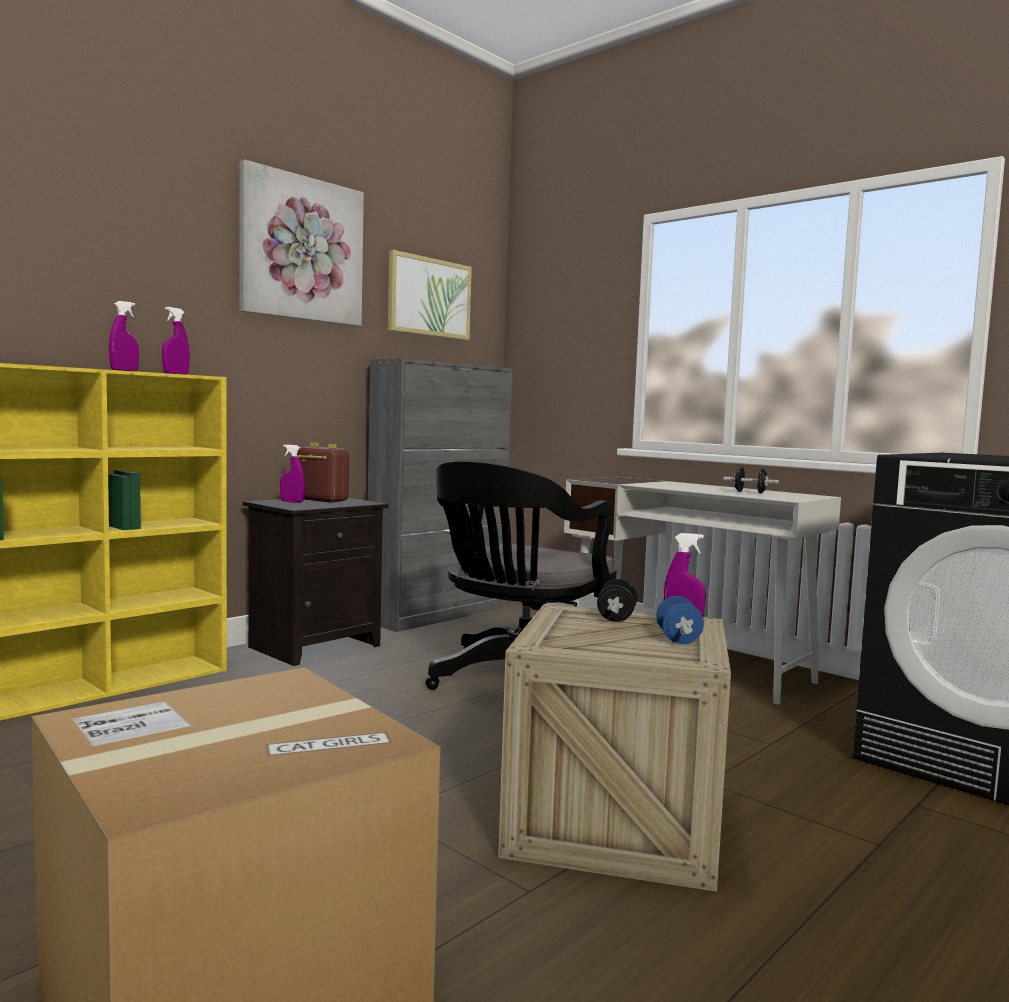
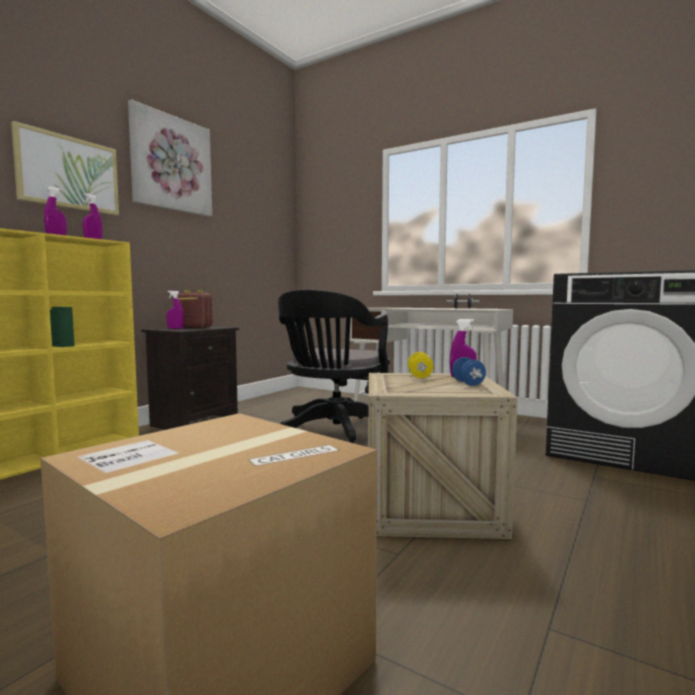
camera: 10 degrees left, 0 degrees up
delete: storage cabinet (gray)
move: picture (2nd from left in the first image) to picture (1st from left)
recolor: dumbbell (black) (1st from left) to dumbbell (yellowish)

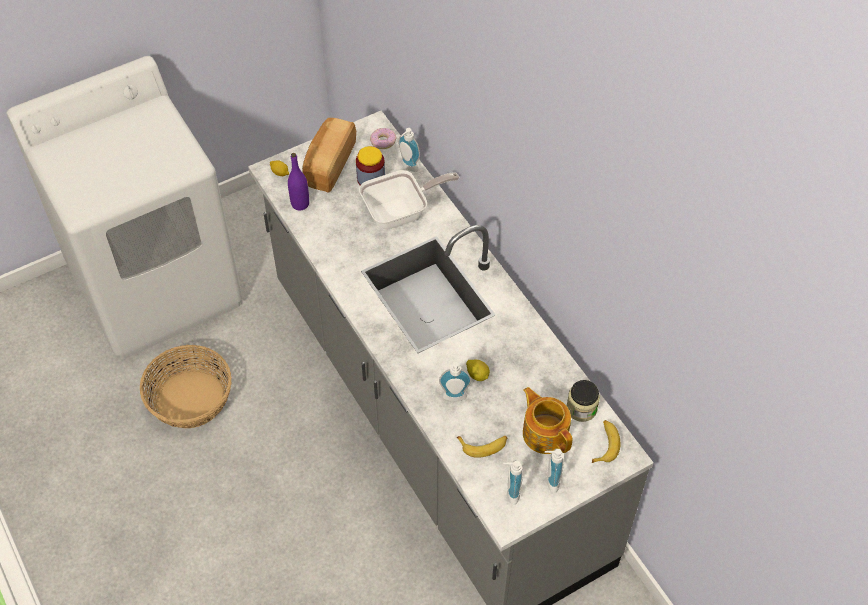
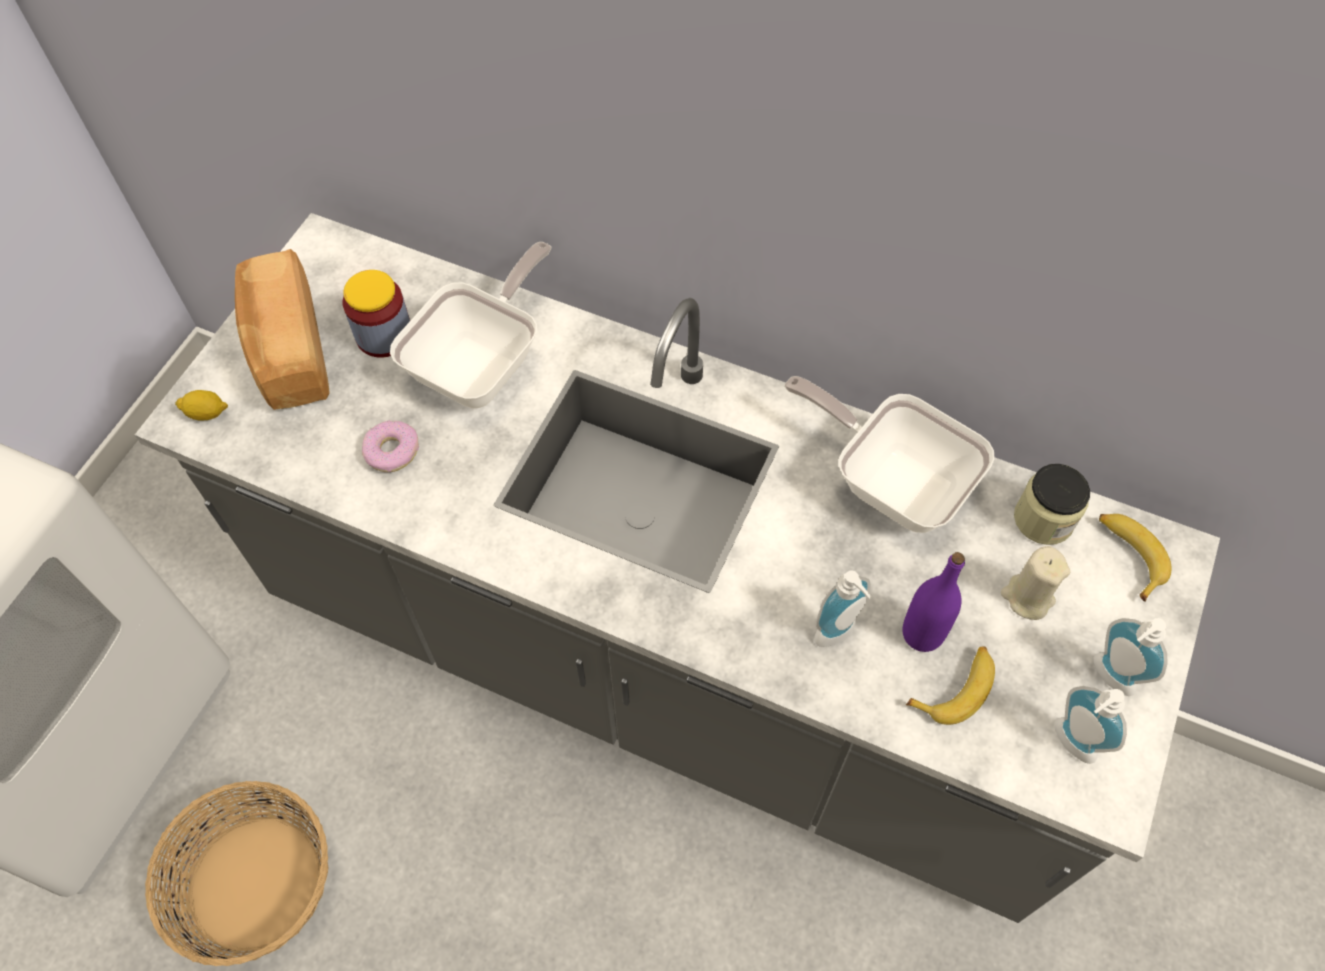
camera: 35 degrees left, 5 degrees up
delete: soap dispenser (1st from left); lemon (2nd from left)
insert: skillet (2nd from left)
move: donut; beverage bottle (purplish)
replace: pot for tea to candle (sand-coloured)

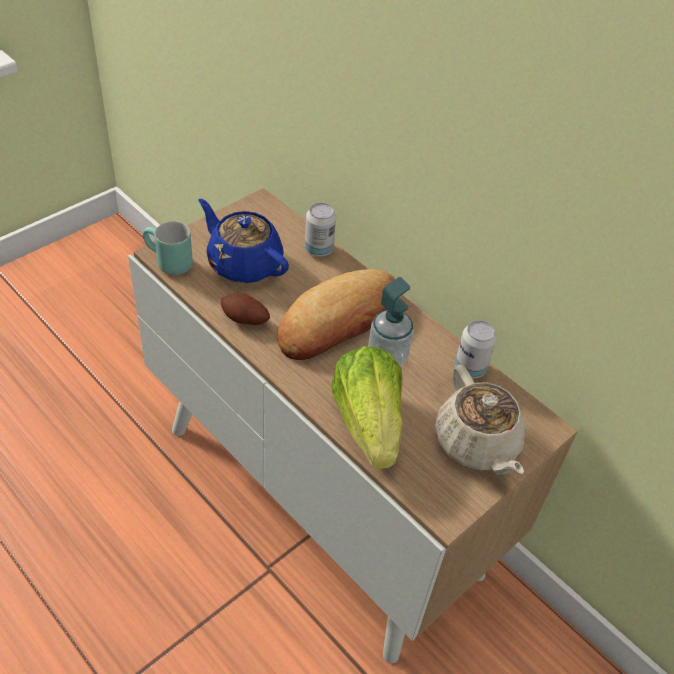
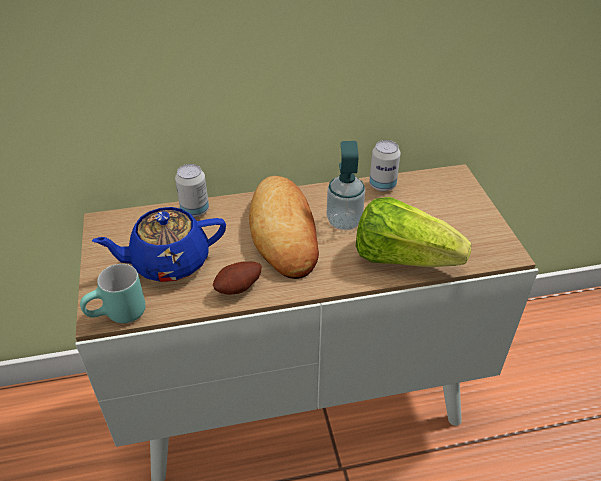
camera: 55 degrees left, 5 degrees down
delete: pot for tea (sand-coloured)

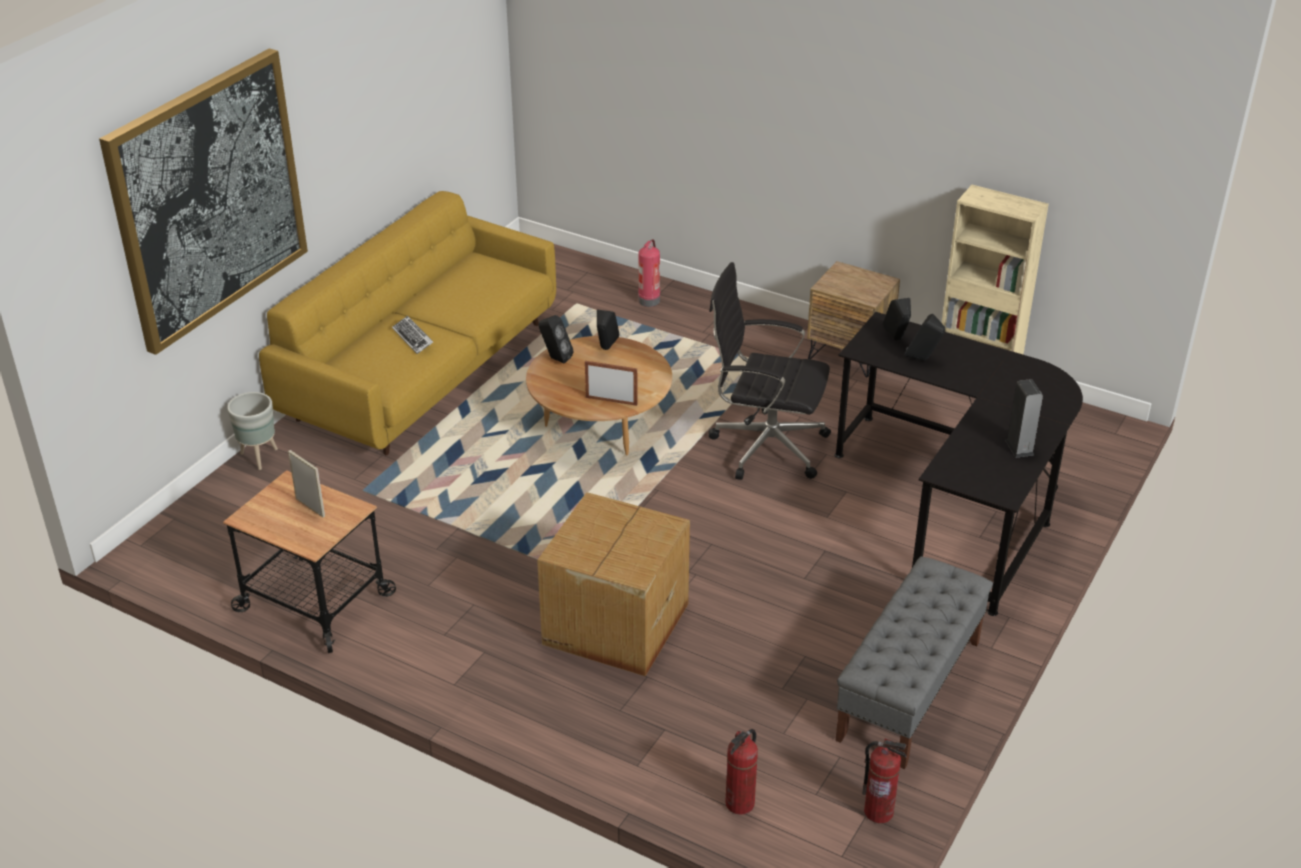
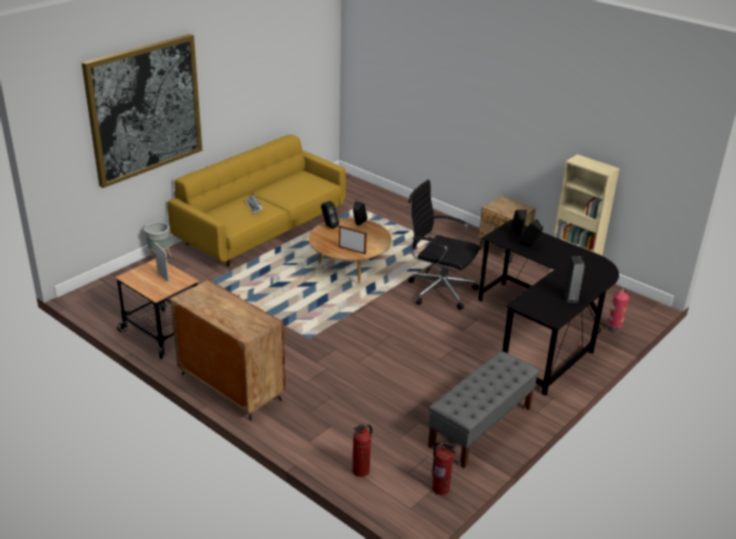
camera: 10 degrees right, 5 degrees down
delete: cardboard box
insert: storage cabinet (brown-coloured)
move: fire-fighting cylinder (1st from left in the first image) to fire-fighting cylinder (3rd from left)

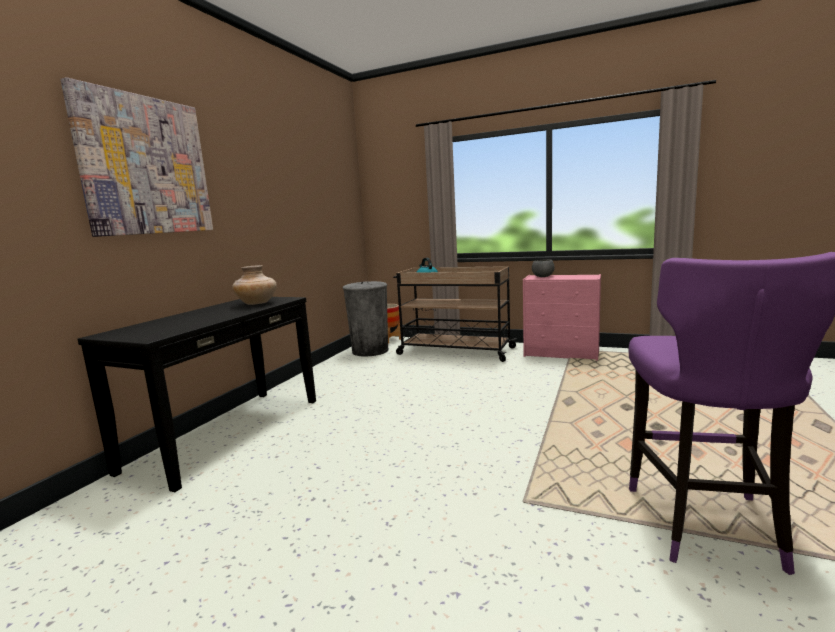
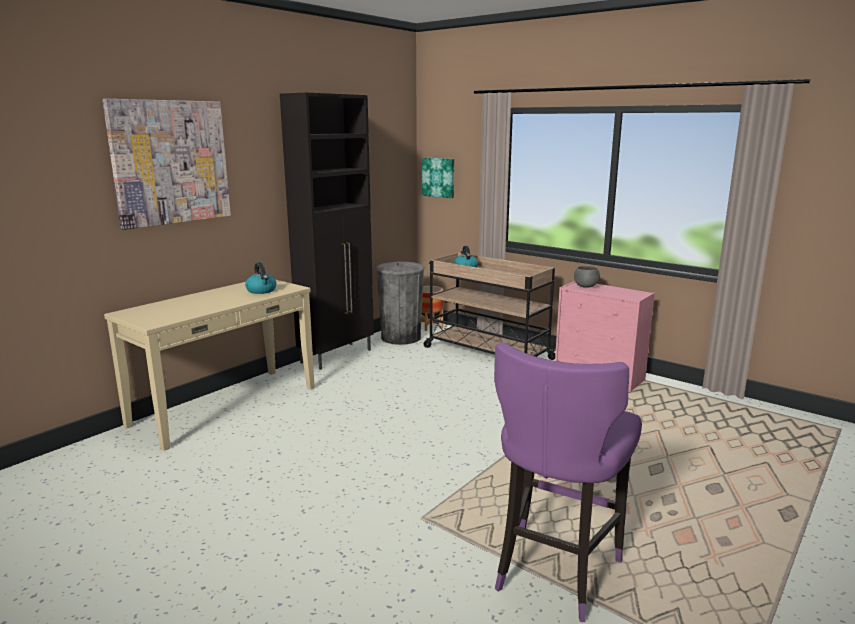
camera: 15 degrees right, 5 degrees up
insert: storage cabinet (black); picture (2nd from left)
replace: decorative vase (sand-coloured) to tea kettle (1st from left)
recolor: hall table (black) to hall table (sand-coloured)

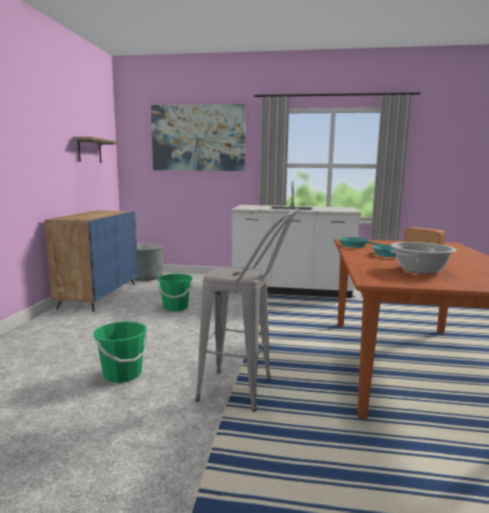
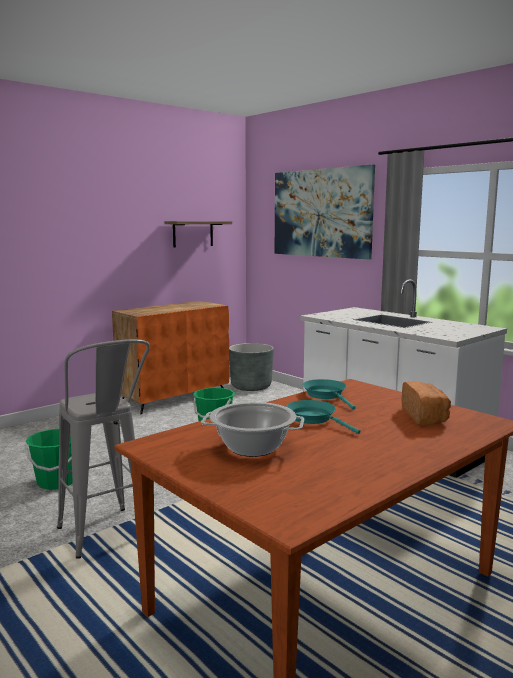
camera: 40 degrees right, 0 degrees up
recolor: storage cabinet (blue-coloured) to storage cabinet (orange-coloured)

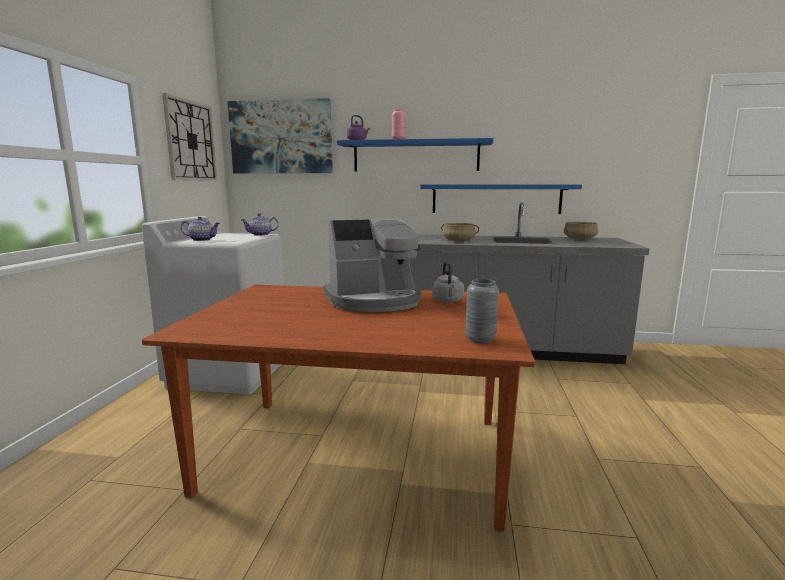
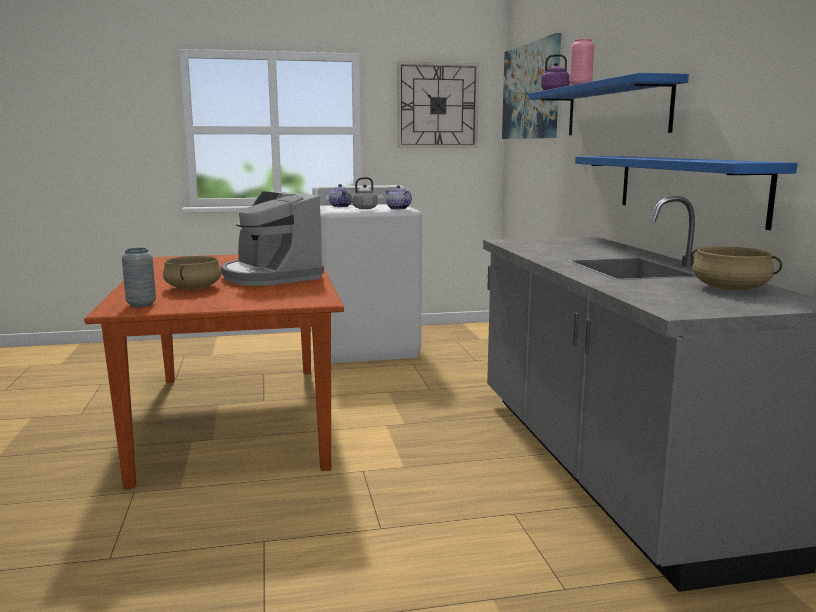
camera: 70 degrees right, 0 degrees up
move: cooking pot (sand-coloured) (1st from left); tea kettle (gray)

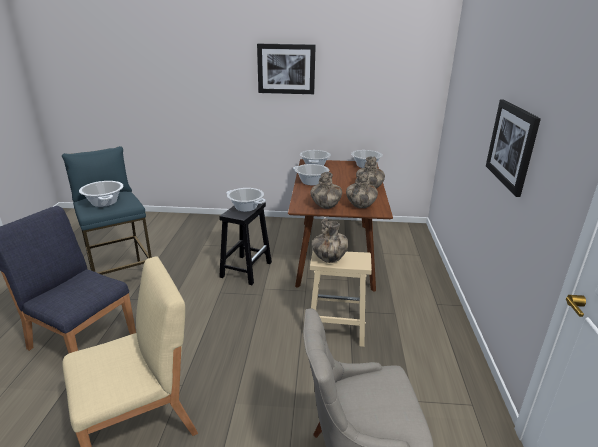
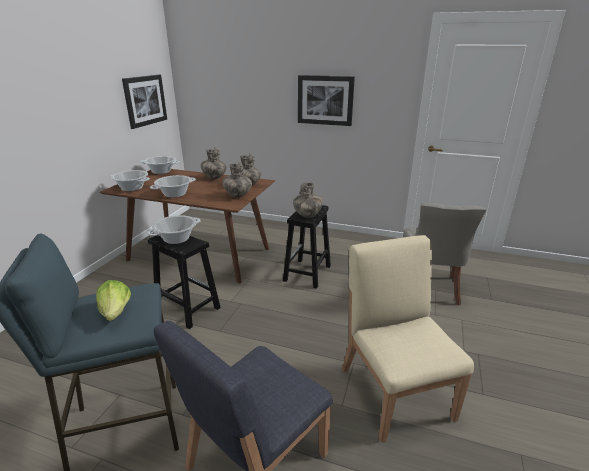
camera: 75 degrees left, 0 degrees up
move: picture (1st from left)
replace: cooking pot (1st from left) to head of lettuce
recolor: stool (sand-coloured) to stool (black) (2nd from left)

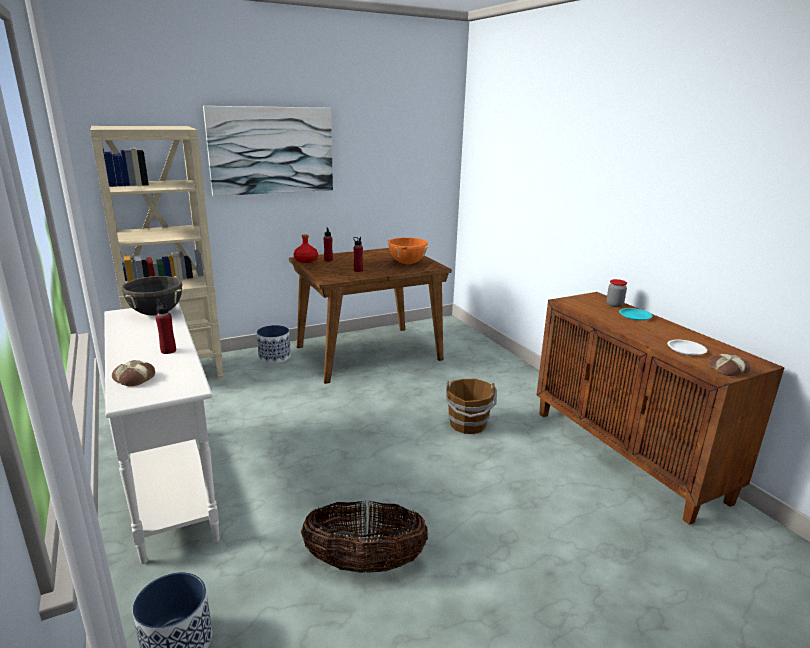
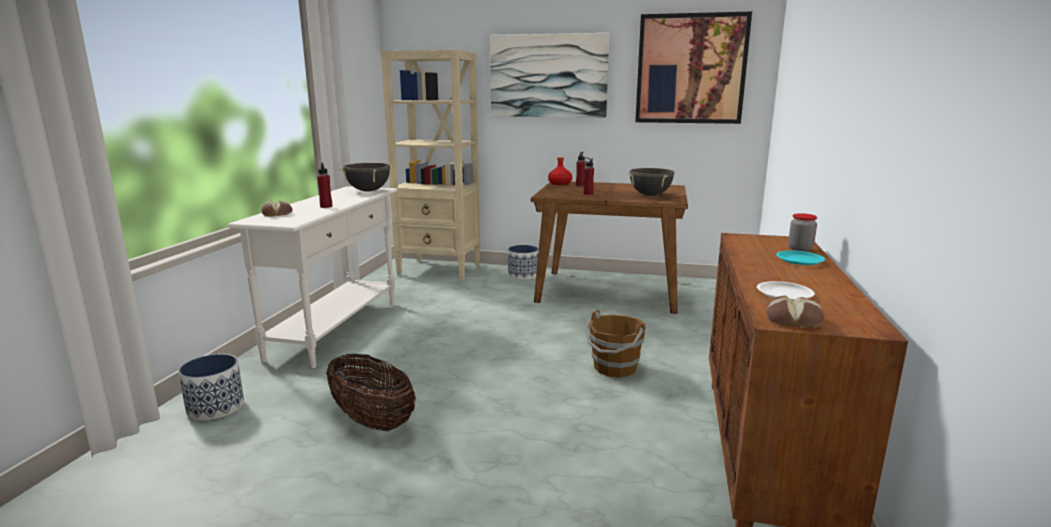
camera: 40 degrees right, 5 degrees down
insert: picture (2nd from left)
recolor: cooking pot (orange-coloured) to cooking pot (black) (2nd from left)

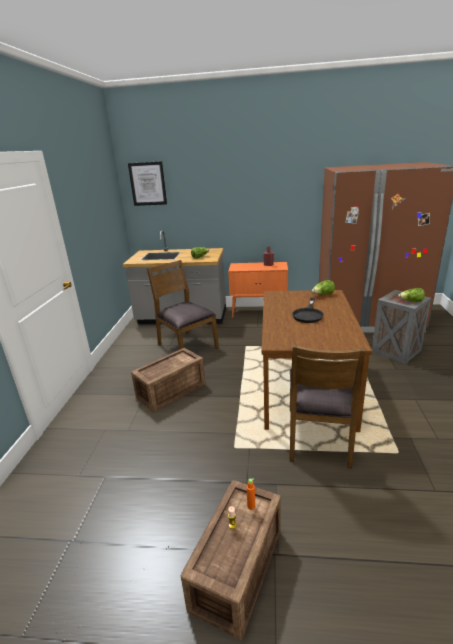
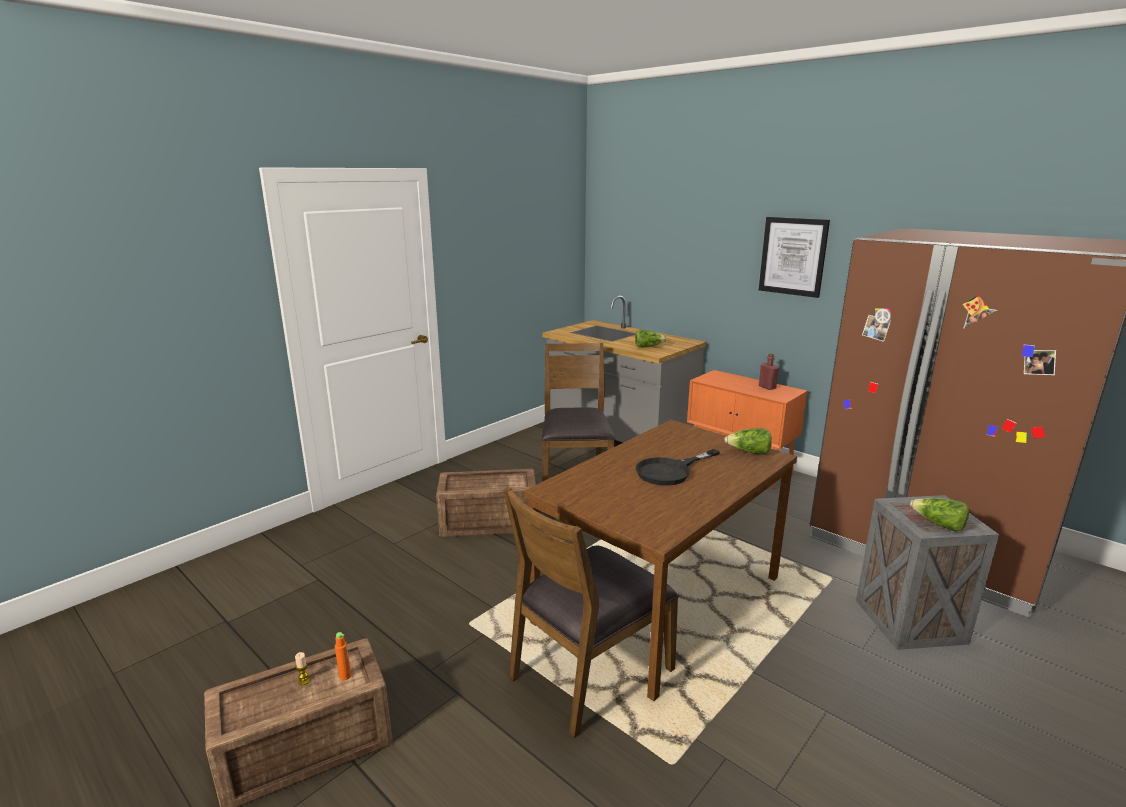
camera: 35 degrees right, 5 degrees down
move: picture

